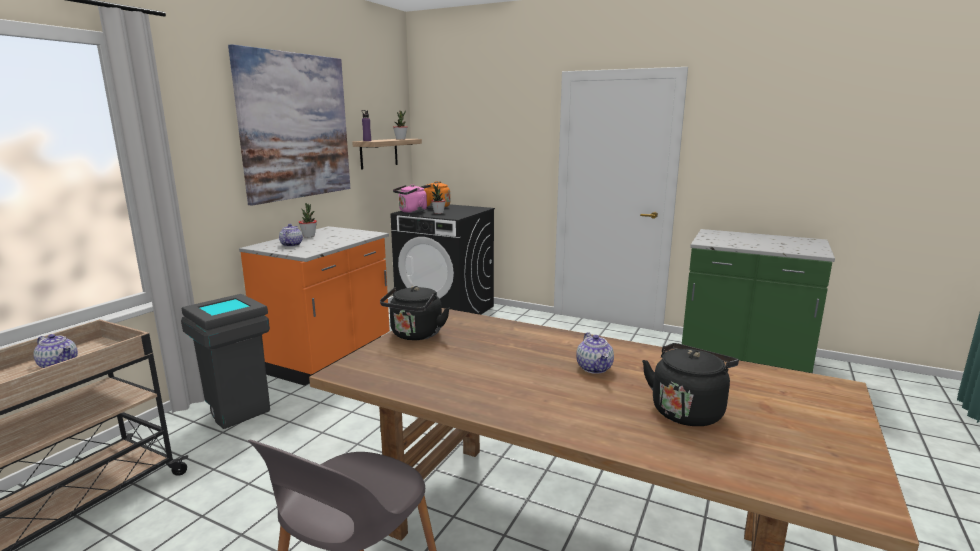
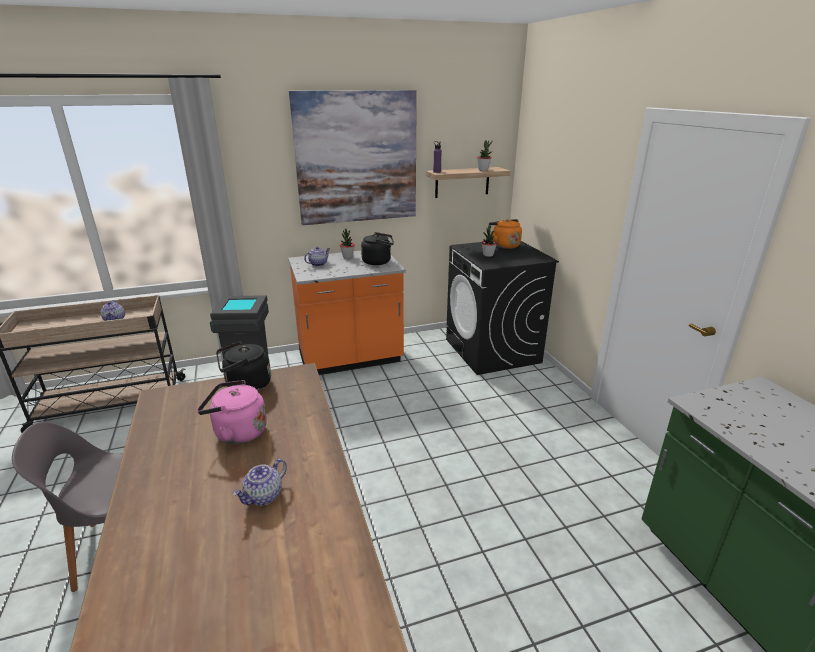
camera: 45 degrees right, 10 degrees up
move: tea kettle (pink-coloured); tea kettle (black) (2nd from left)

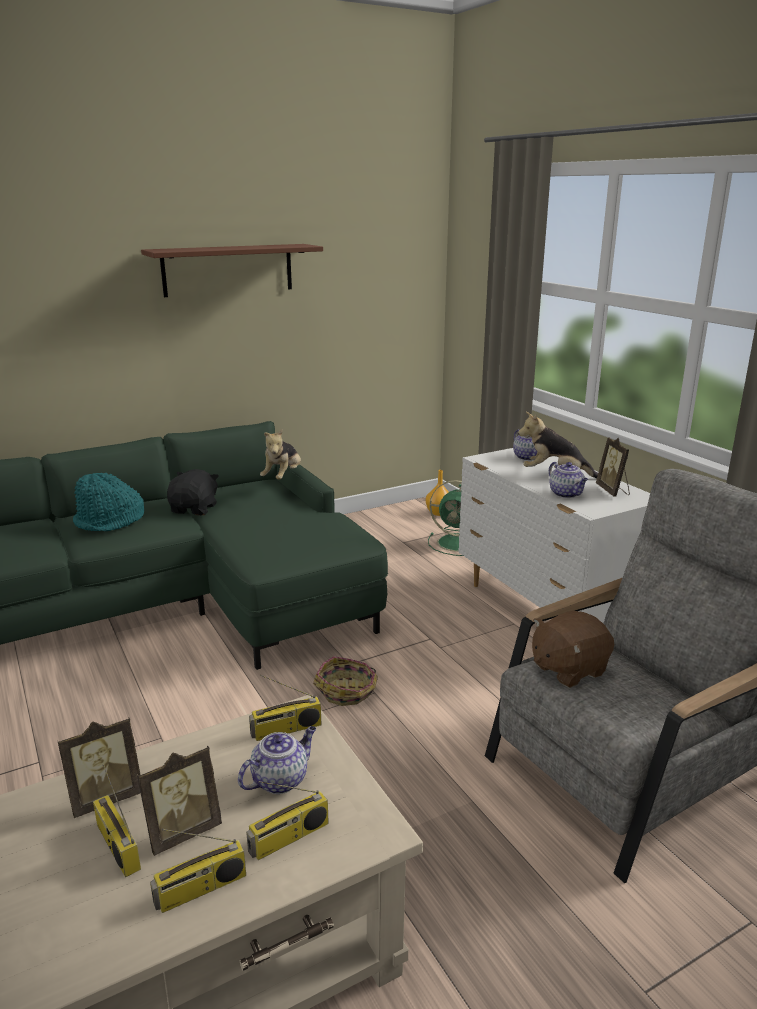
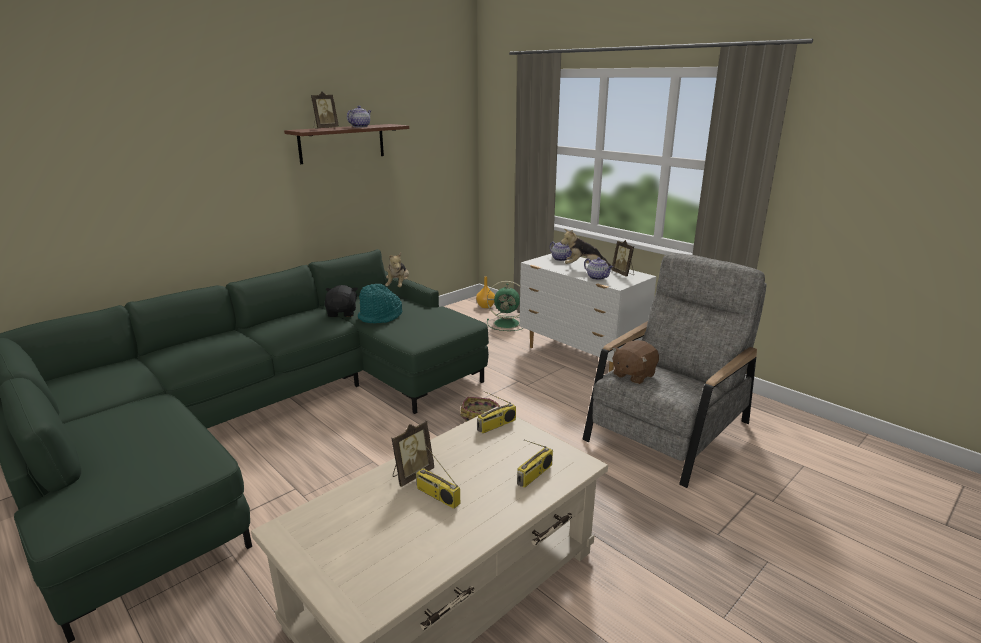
camera: 15 degrees left, 0 degrees up
delete: radio receiver (2nd from left)
move: clothing hat (blue-green); pot for tea (1st from left); photo frame (2nd from left in the first image) to photo frame (1st from left)

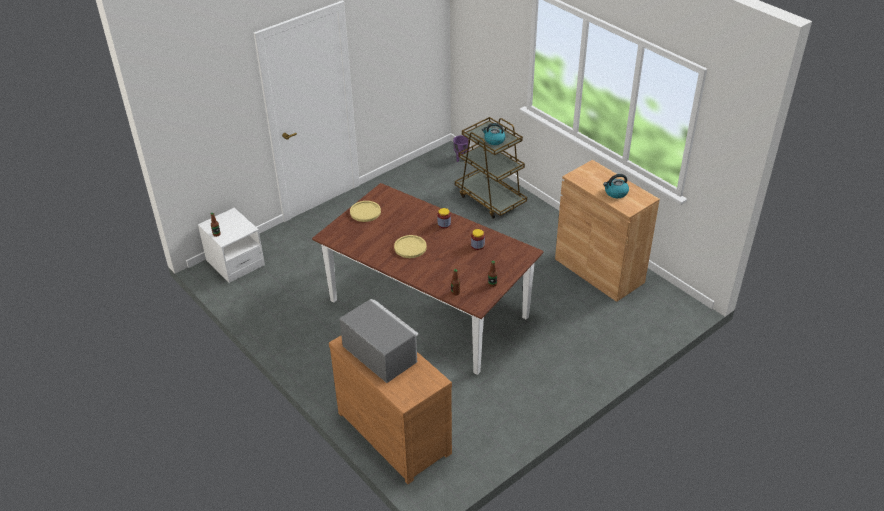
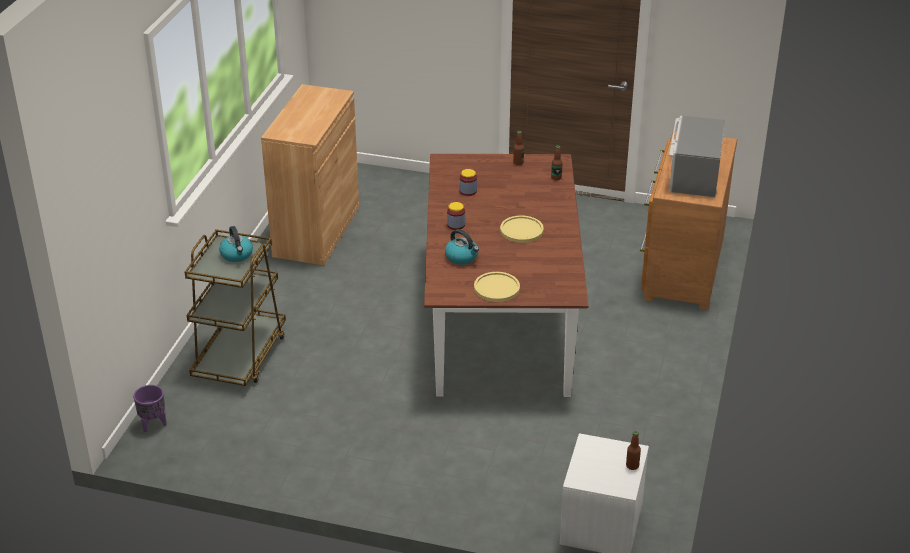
camera: 125 degrees left, 5 degrees down
move: tea kettle (2nd from left)

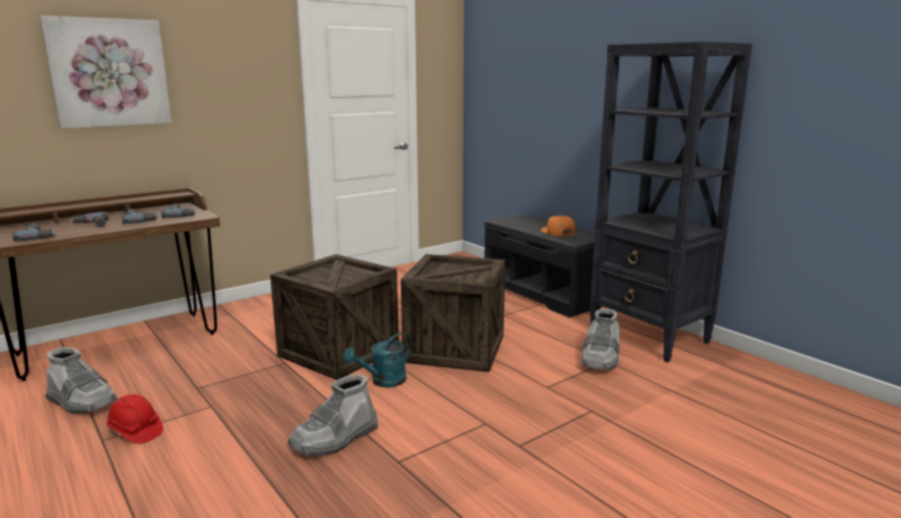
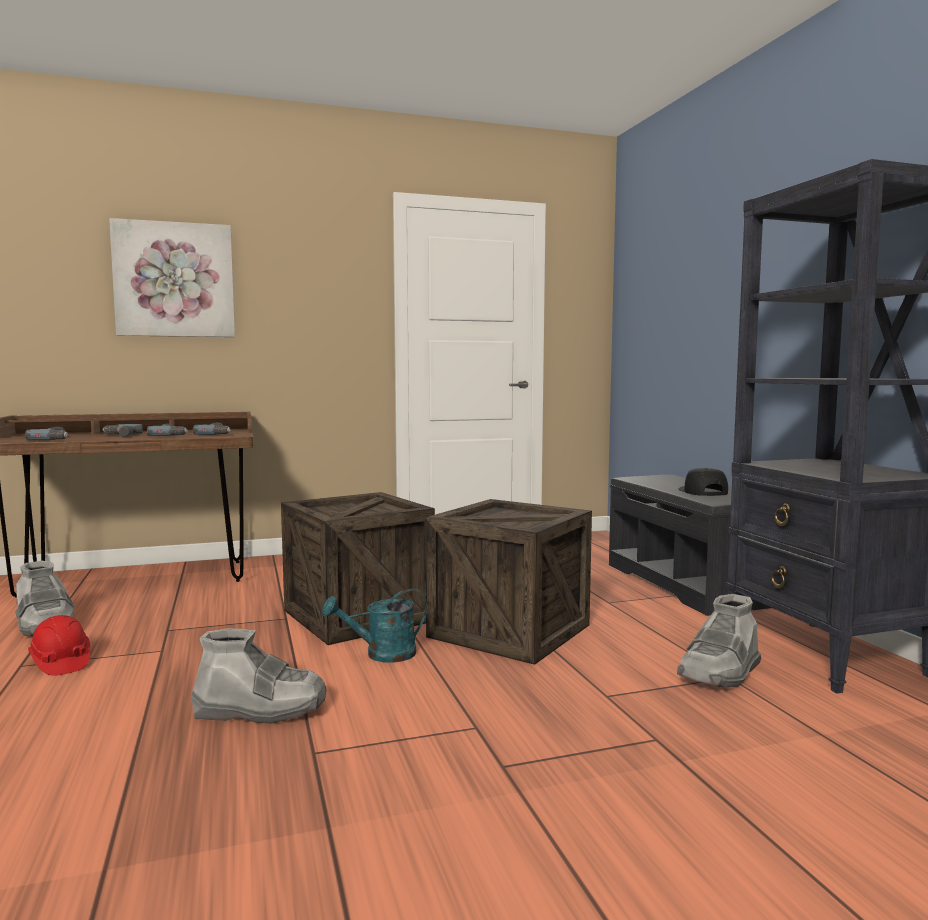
camera: 20 degrees right, 10 degrees down
recolor: cap (orange-coloured) to cap (black)
rotate: boot (gray) (2nd from left) 150 degrees counterclockwise

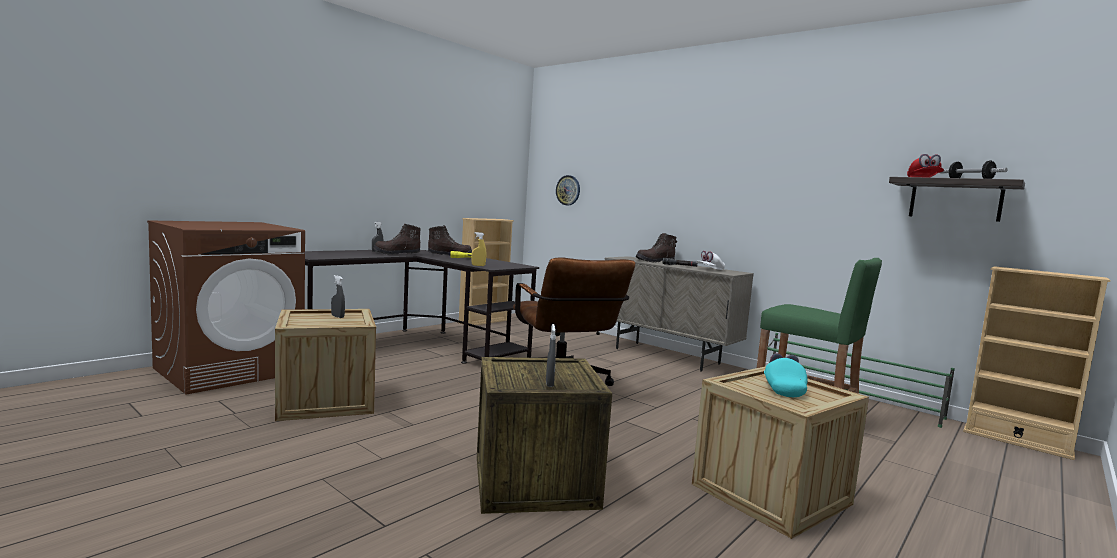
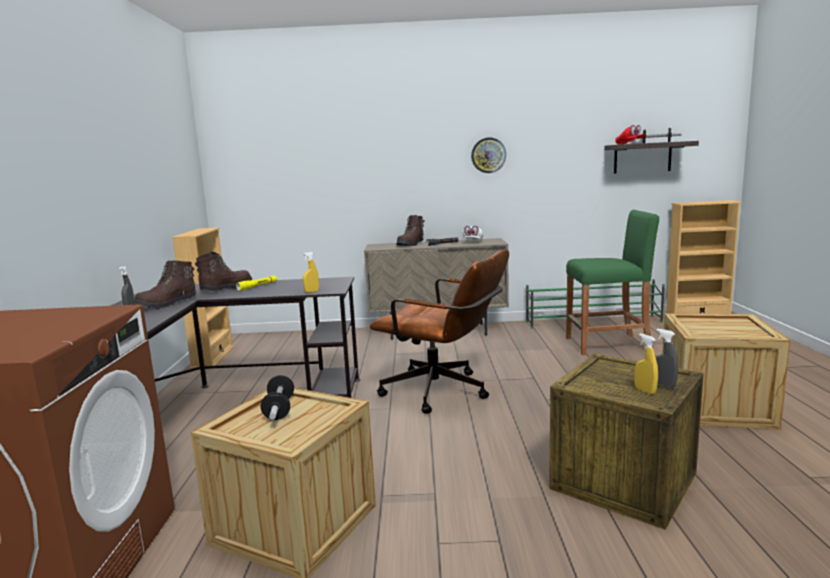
camera: 40 degrees left, 5 degrees up
delete: cap (blue-green)
insert: sprayer (yellowish) (2nd from left)
move: wall clock
replace: sprayer (gray) (1st from left) to dumbbell (1st from left)

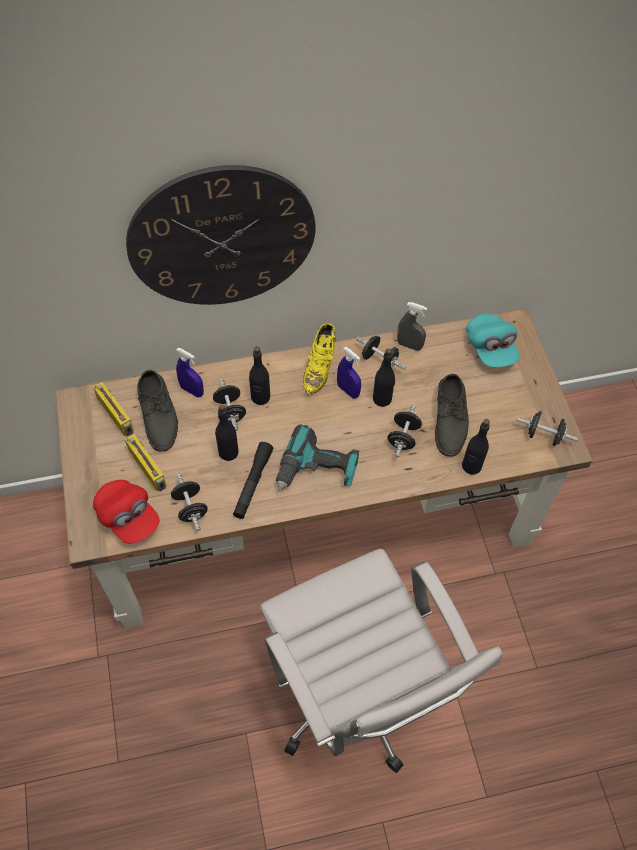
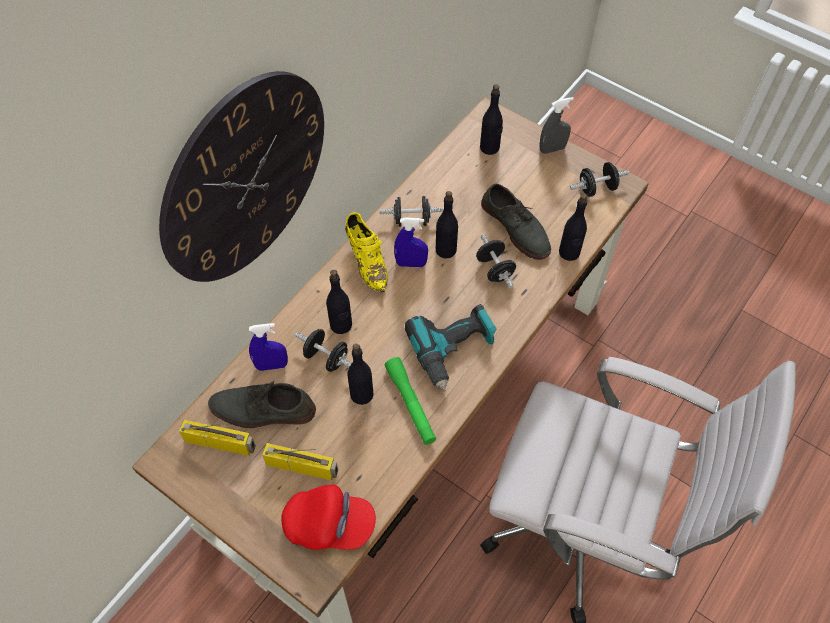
camera: 40 degrees left, 0 degrees up
delete: dumbbell (black) (1st from left)
move: sprayer (gray)
replace: cap (blue-green) to beverage bottle (black) (4th from left)
recolor: flashlight (black) to flashlight (green-coloured)
rotate: item of footwear (gray) (1st from left) 150 degrees clockwise

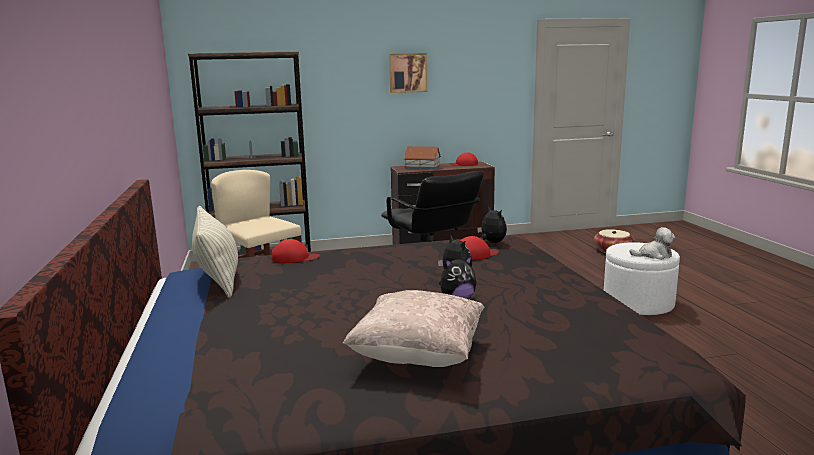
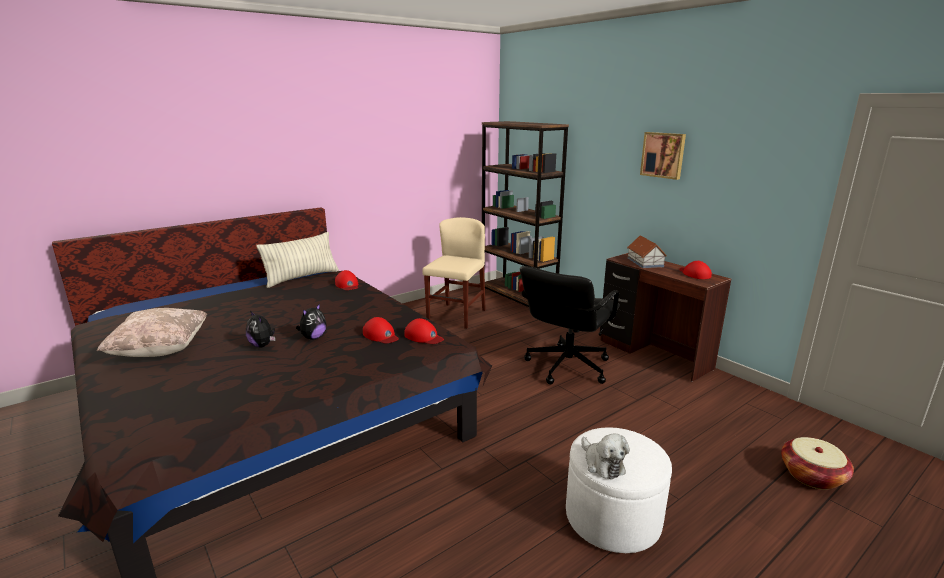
camera: 65 degrees right, 5 degrees up
replace: cuddly toy (3rd from left) to cap (red-coloured) (3rd from left)

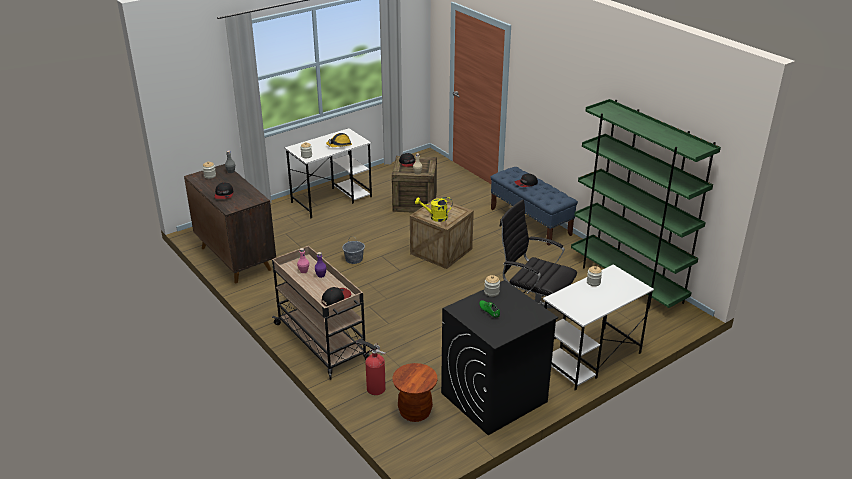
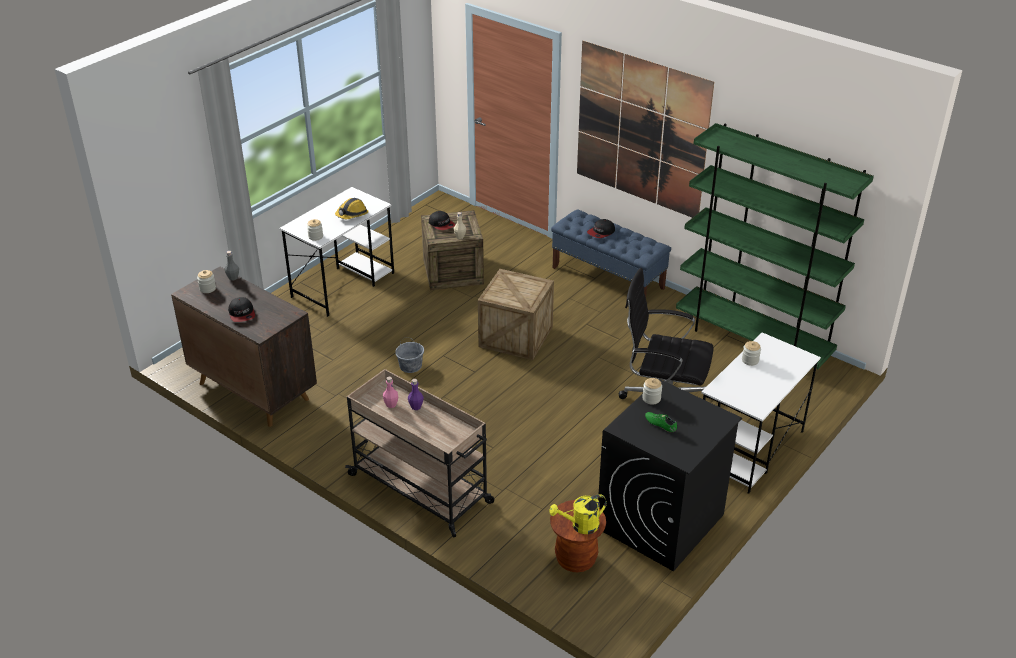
camera: 15 degrees left, 5 degrees up
delete: cap (2nd from left); fire-fighting cylinder
insert: picture
move: watering can (yellowish)

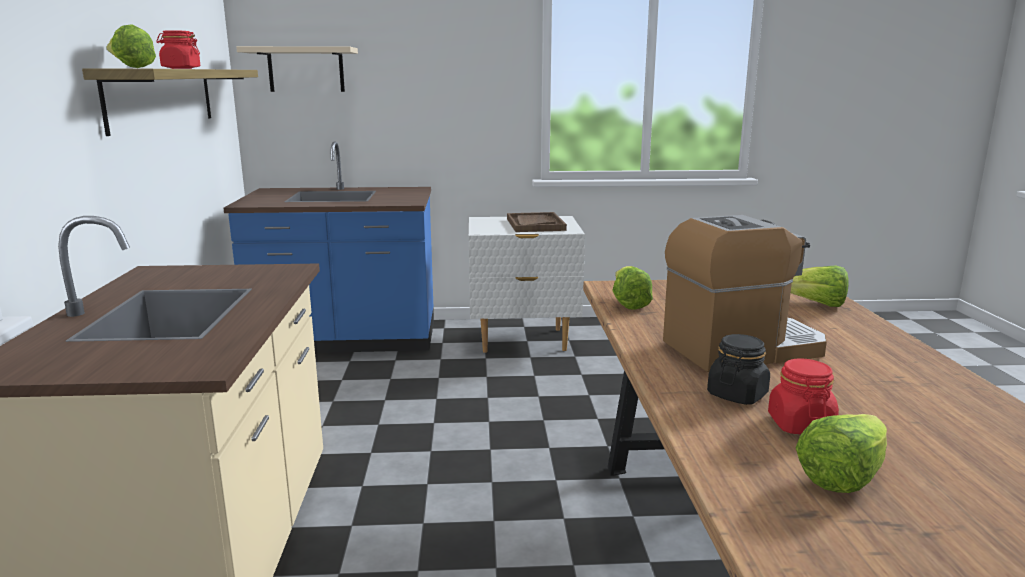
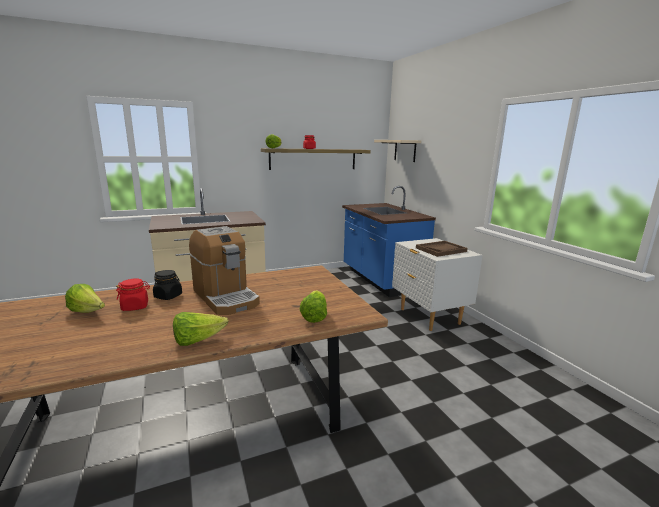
camera: 70 degrees right, 0 degrees up
move: head of lettuce (2nd from left)

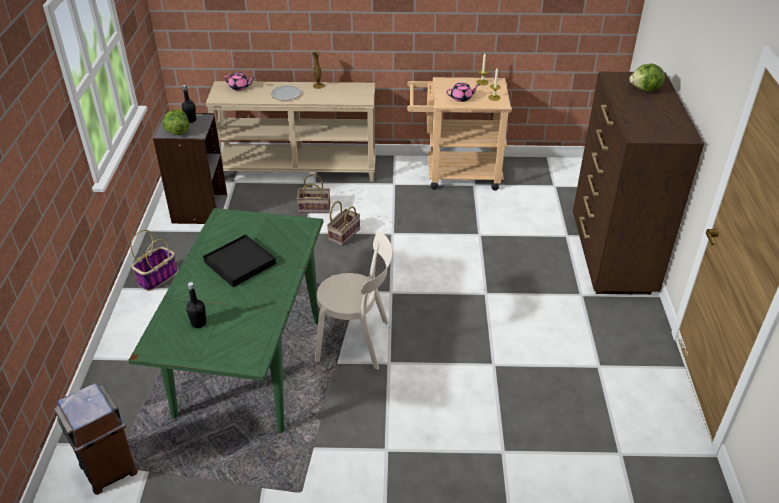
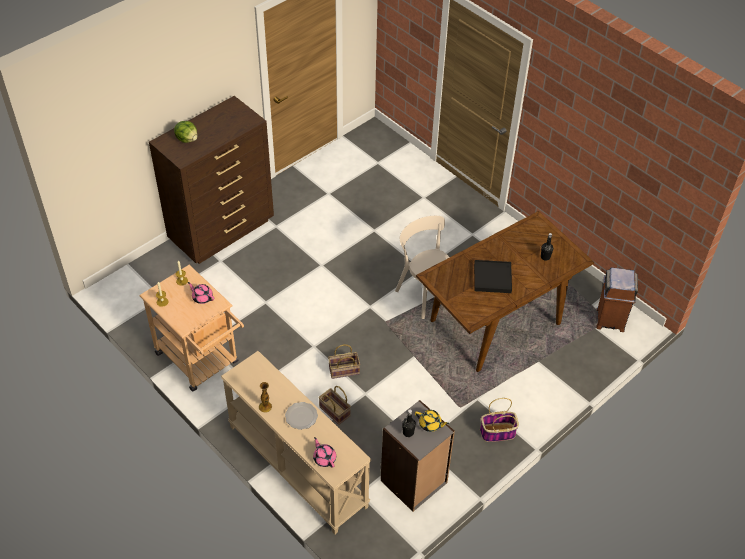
camera: 135 degrees left, 10 degrees up
replace: head of lettuce (1st from left) to pot for tea (yellowish)
recolor: dining table (green-coloured) to dining table (brown-coloured)

